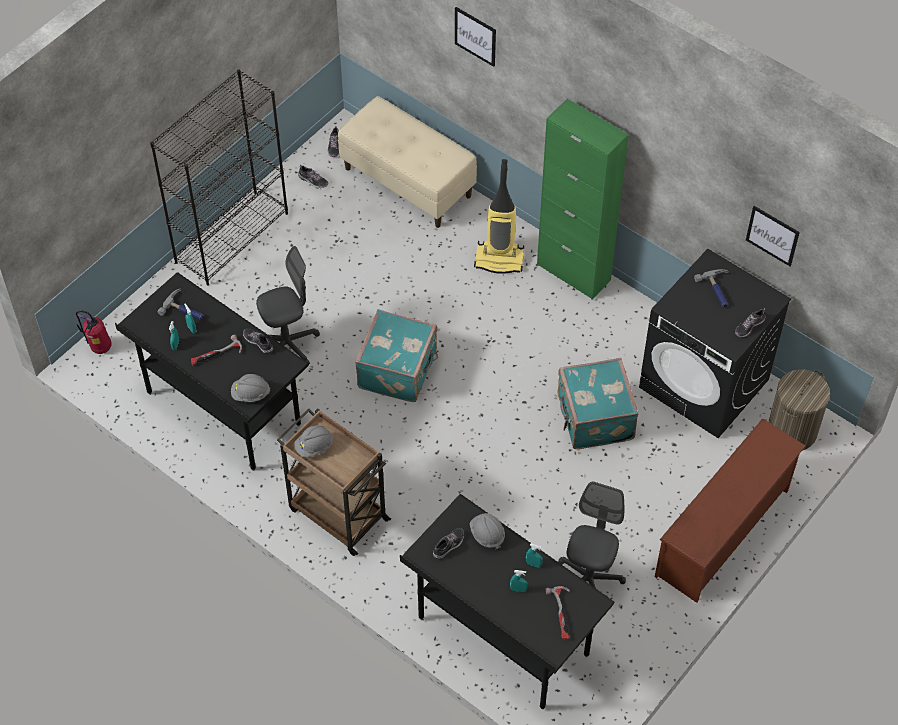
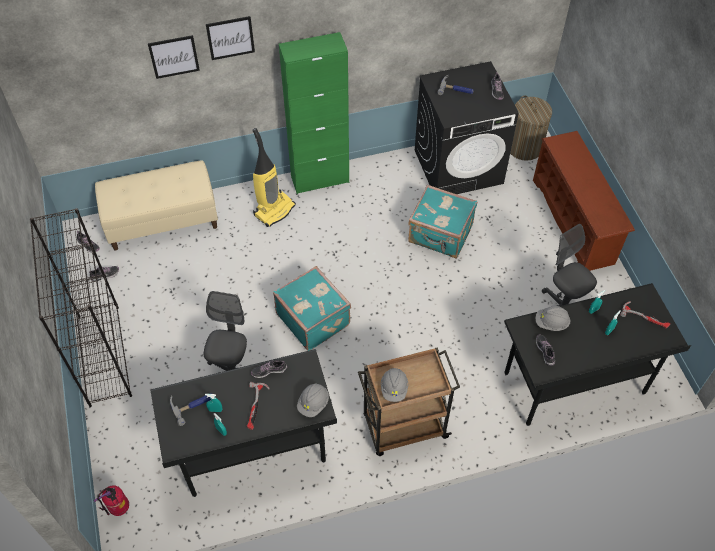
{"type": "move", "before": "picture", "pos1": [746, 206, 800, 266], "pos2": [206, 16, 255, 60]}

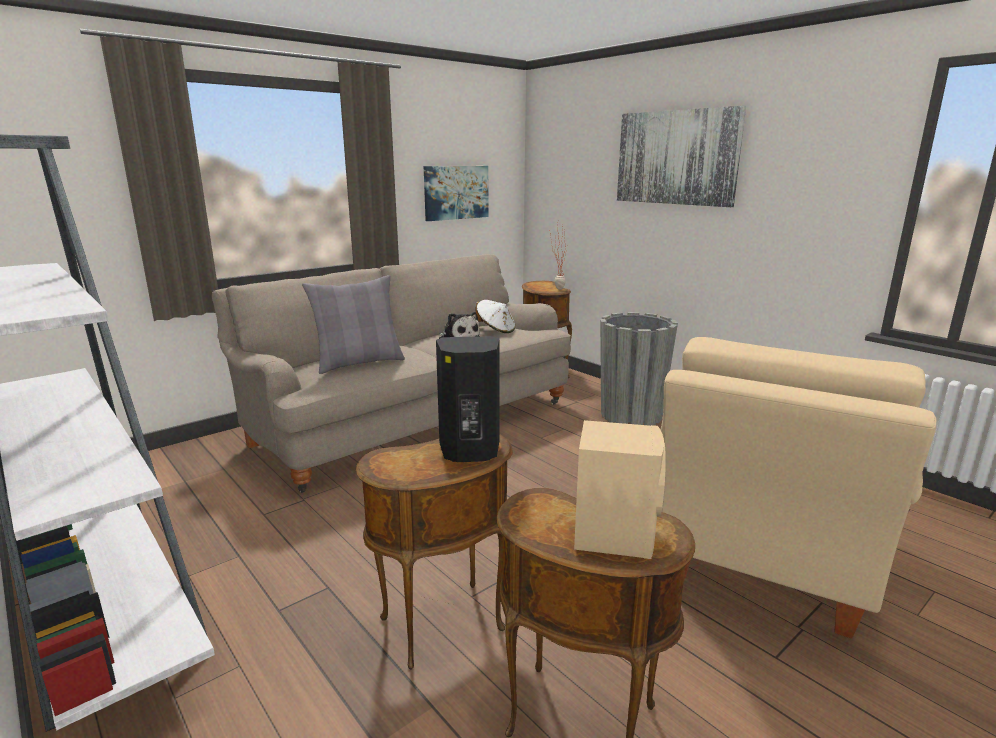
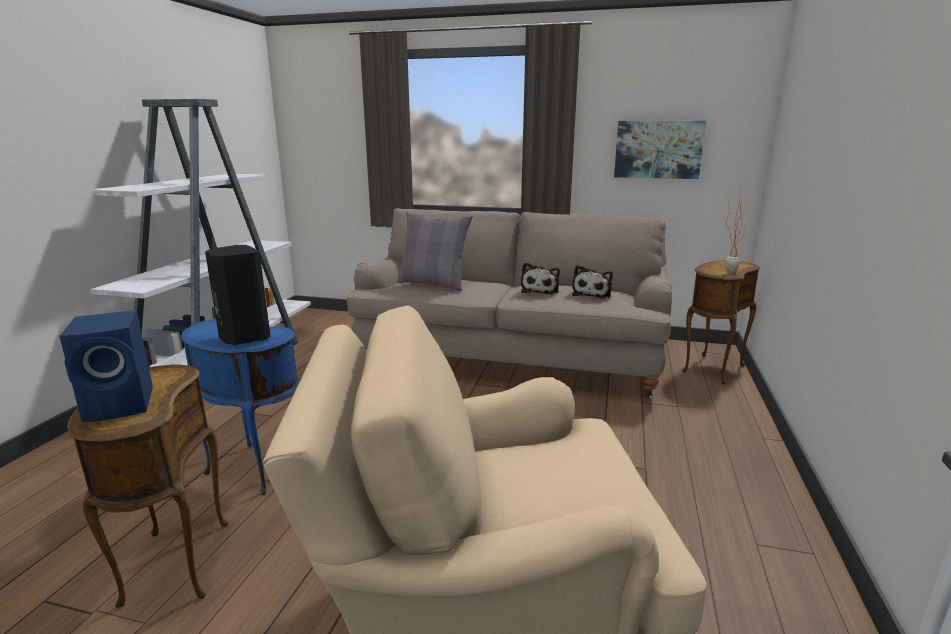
{"type": "delete", "before": "picture", "pos1": [617, 106, 746, 207]}
{"type": "replace", "before": "white hat", "after": "plush toy", "pos1": [476, 300, 515, 333], "pos2": [572, 265, 613, 299]}
{"type": "delete", "before": "grey planter", "pos1": [600, 312, 678, 426]}
{"type": "recolor", "before": "beige speaker", "after": "blue speaker", "pos1": [574, 420, 666, 559], "pos2": [59, 310, 153, 423]}
{"type": "recolor", "before": "brown side table", "after": "blue side table", "pos1": [356, 434, 513, 670], "pos2": [181, 319, 300, 495]}

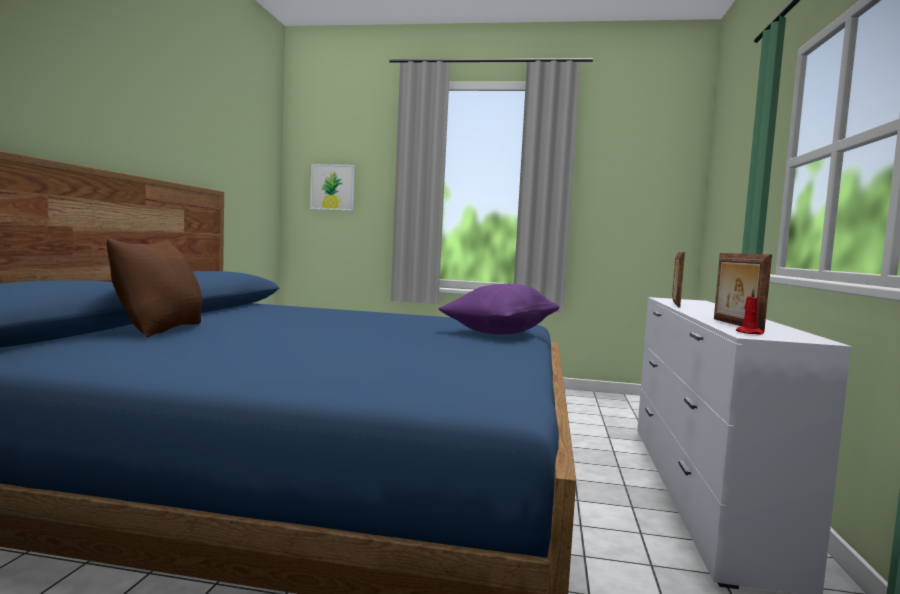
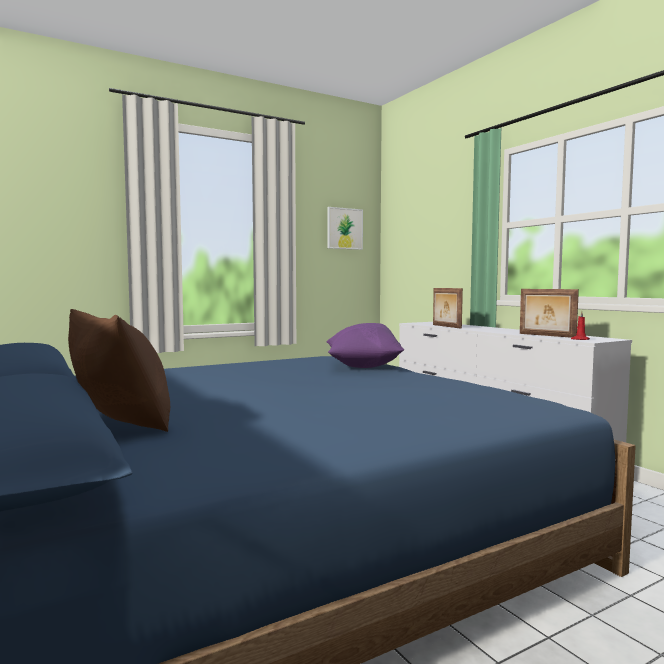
{"type": "move", "before": "picture", "pos1": [310, 164, 355, 211], "pos2": [327, 207, 363, 250]}

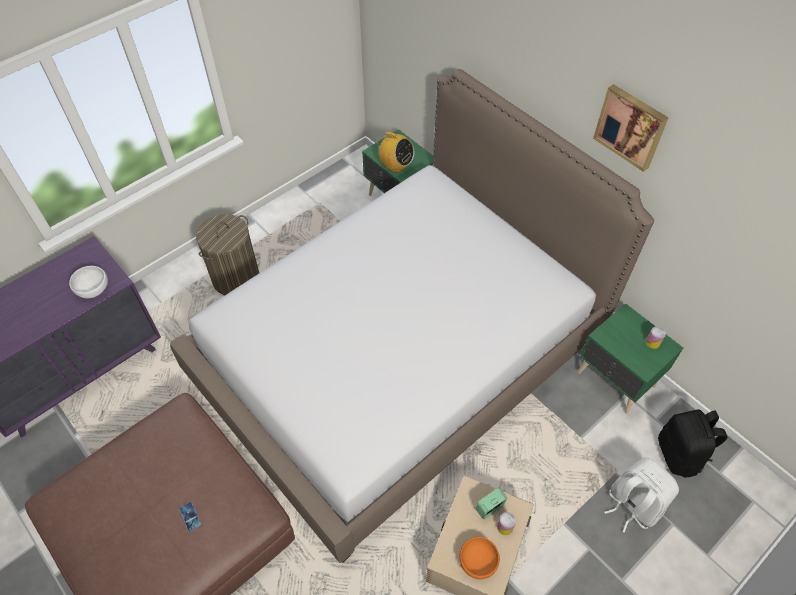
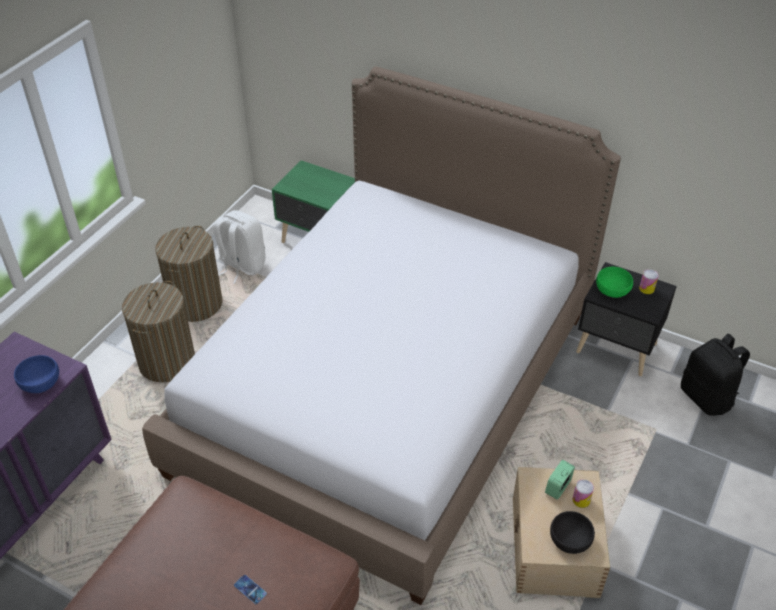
{"type": "delete", "before": "picture", "pos1": [593, 84, 668, 172]}
{"type": "delete", "before": "radio", "pos1": [375, 132, 414, 172]}
{"type": "recolor", "before": "white bowl", "after": "blue bowl", "pos1": [69, 266, 108, 299], "pos2": [14, 355, 59, 393]}
{"type": "recolor", "before": "green nightstand", "after": "black nightstand", "pos1": [577, 303, 683, 414], "pos2": [576, 262, 677, 376]}
{"type": "move", "before": "white backpack", "pos1": [604, 457, 679, 533], "pos2": [213, 210, 266, 284]}
{"type": "recolor", "before": "orange bowl", "after": "black bowl", "pos1": [460, 537, 500, 579], "pos2": [550, 511, 595, 554]}
{"type": "insert", "after": "laundry basket", "pos2": [155, 226, 222, 322]}
{"type": "insert", "after": "green bowl", "pos2": [596, 267, 633, 298]}

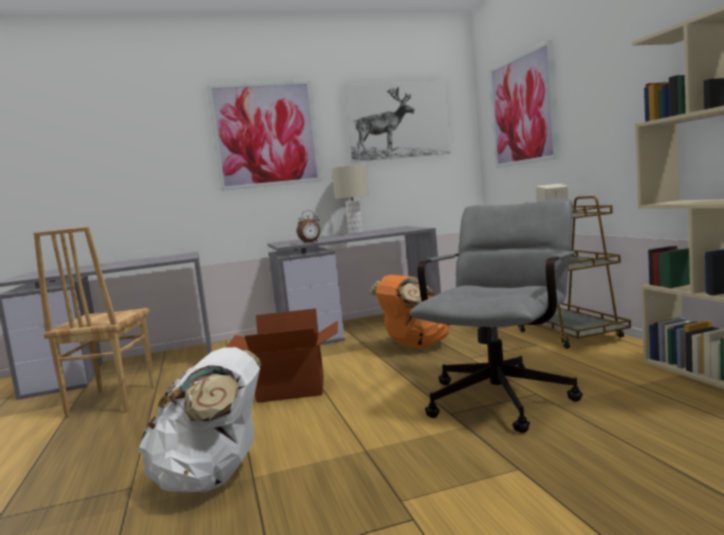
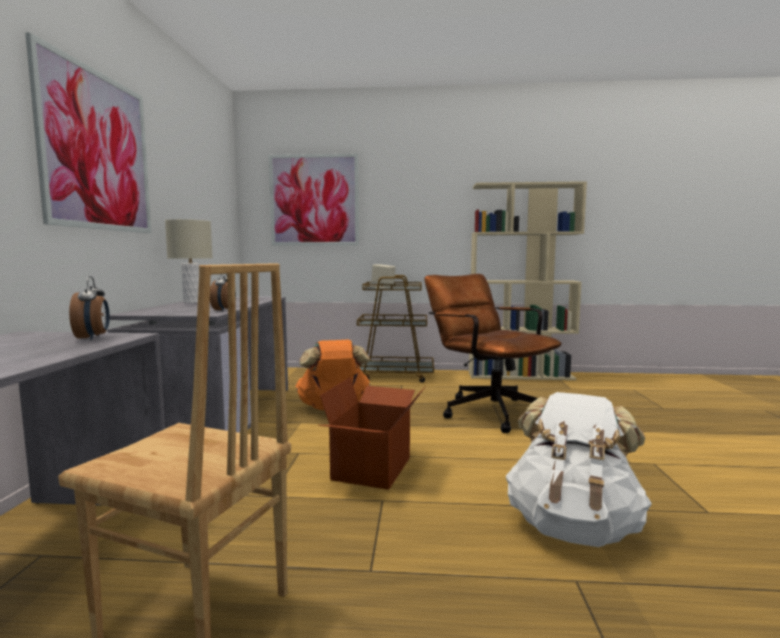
{"type": "delete", "before": "picture", "pos1": [343, 80, 451, 162]}
{"type": "recolor", "before": "grey office chair", "after": "brown office chair", "pos1": [410, 199, 583, 433], "pos2": [424, 274, 562, 433]}
{"type": "insert", "after": "alarm clock", "pos2": [69, 276, 110, 340]}

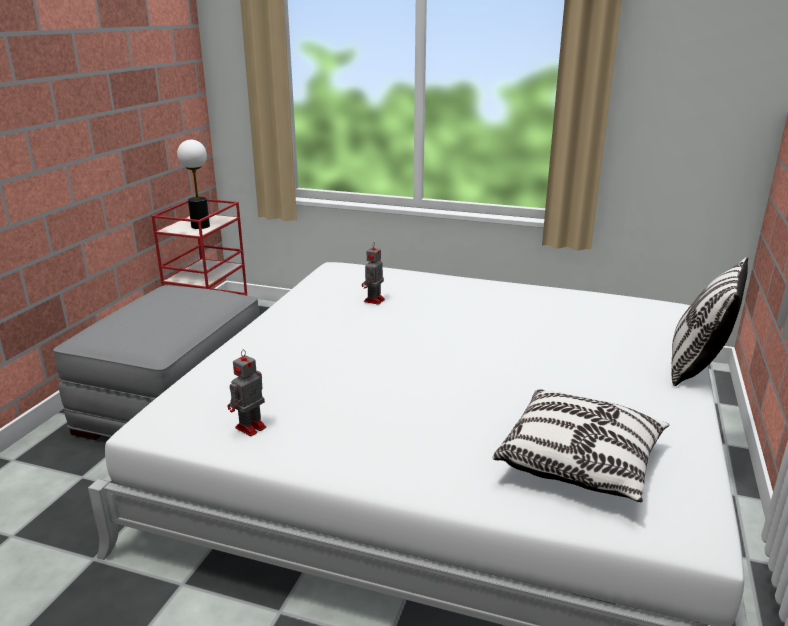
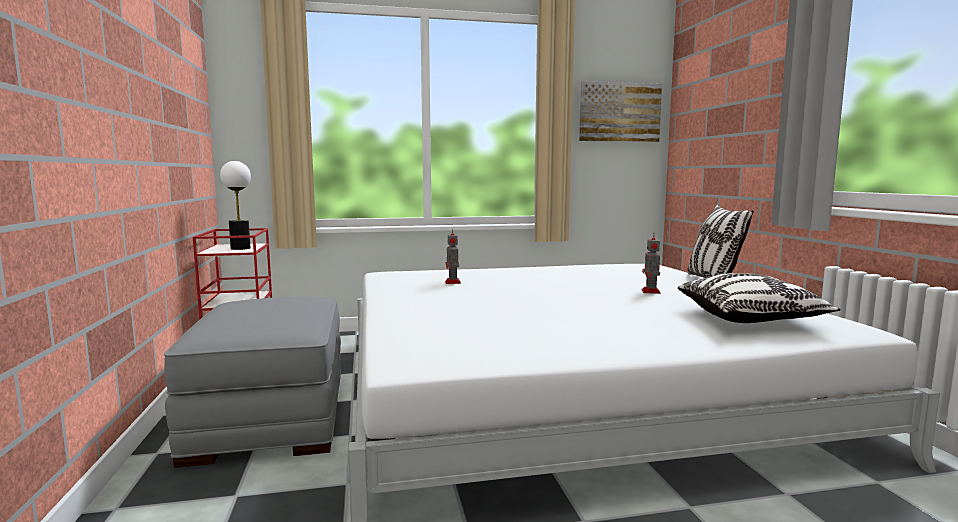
{"type": "move", "before": "toy robot", "pos1": [228, 349, 266, 436], "pos2": [642, 234, 661, 294]}
{"type": "insert", "after": "picture", "pos2": [579, 81, 662, 142]}

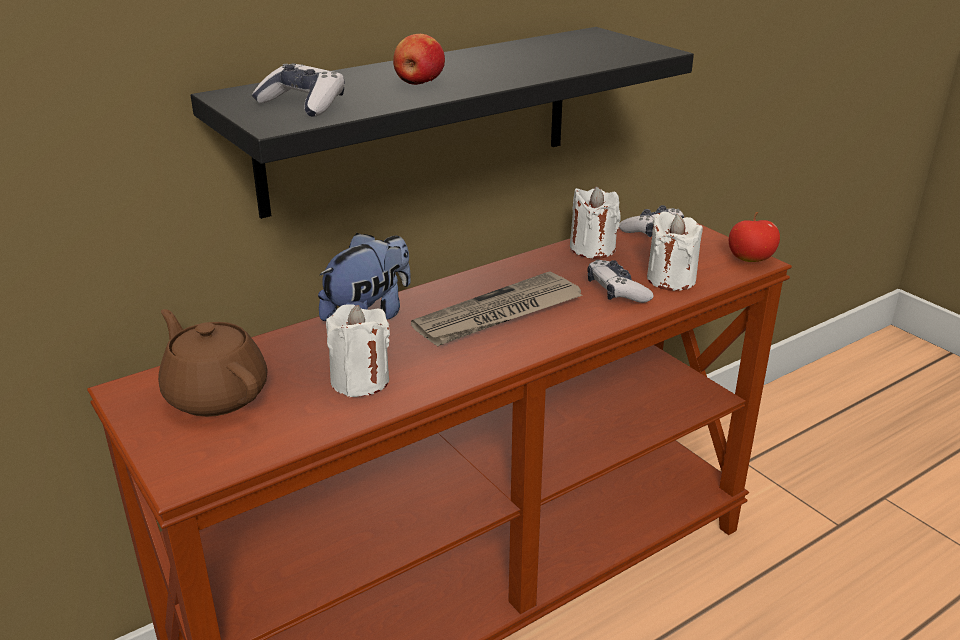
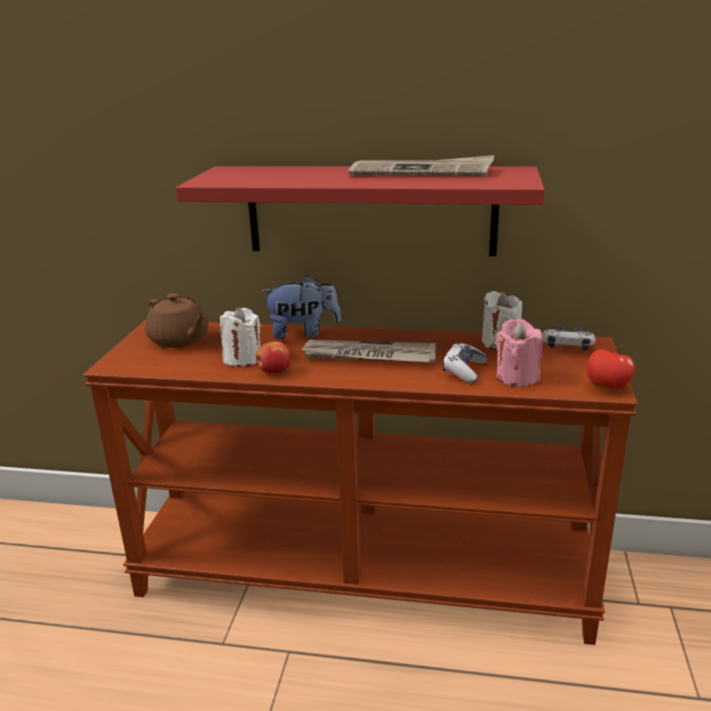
{"type": "recolor", "before": "black shelf", "after": "red shelf", "pos1": [191, 27, 694, 219], "pos2": [176, 166, 545, 256]}
{"type": "move", "before": "apple", "pos1": [393, 34, 445, 85], "pos2": [256, 342, 291, 373]}
{"type": "delete", "before": "game controller", "pos1": [252, 63, 345, 117]}
{"type": "recolor", "before": "white candle", "after": "pink candle", "pos1": [647, 211, 703, 291], "pos2": [496, 319, 542, 387]}
{"type": "rotate", "before": "brown teapot", "pos1": [158, 309, 268, 417], "pos2": [145, 293, 209, 348], "turn": 135}
{"type": "insert", "after": "newspaper", "pos2": [349, 155, 494, 177]}

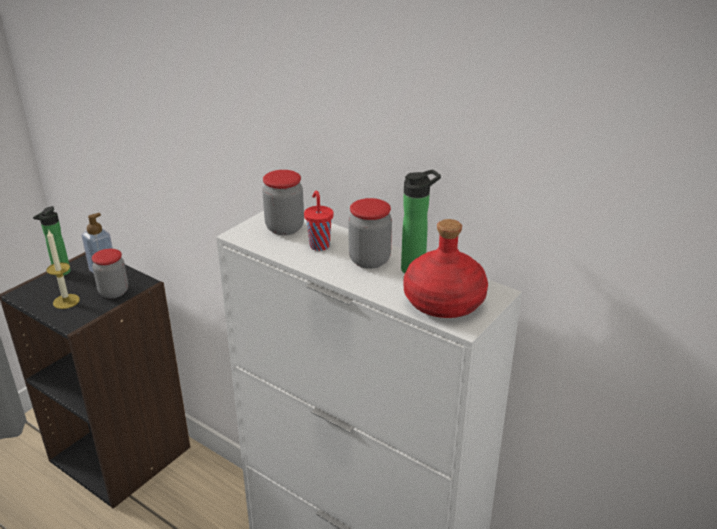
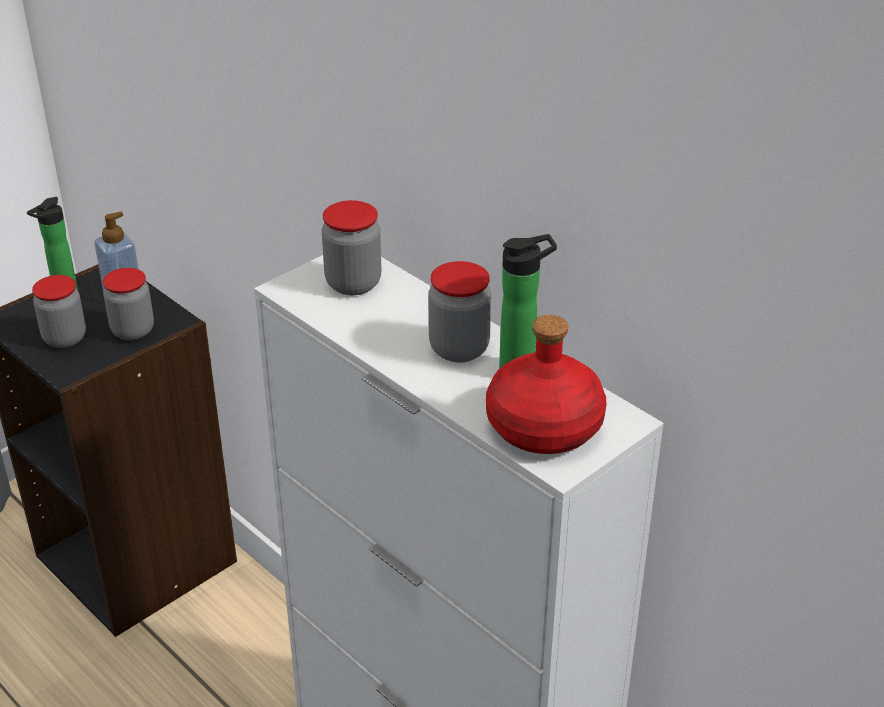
{"type": "delete", "before": "red cup", "pos1": [304, 191, 334, 251]}
{"type": "replace", "before": "candle", "after": "jar", "pos1": [46, 229, 80, 309], "pos2": [32, 275, 86, 348]}

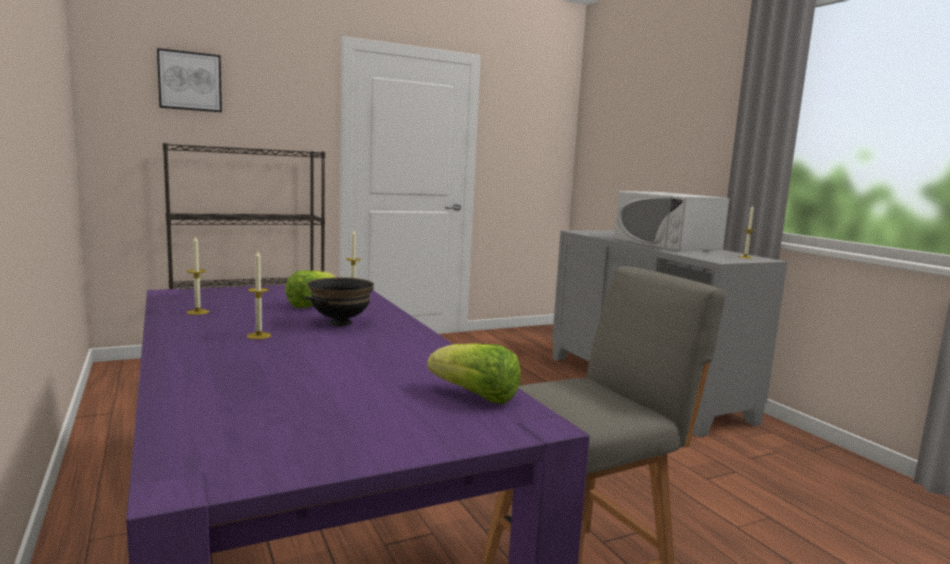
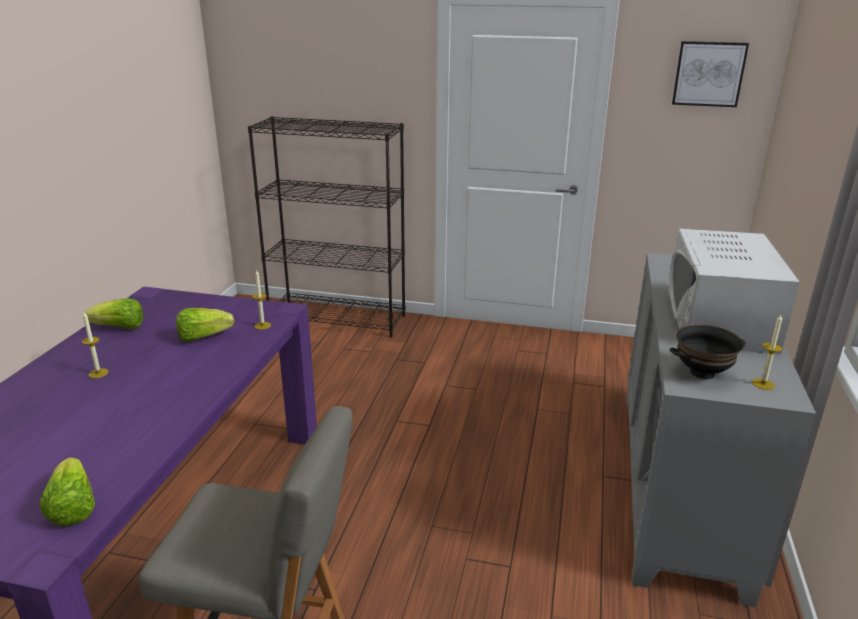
{"type": "move", "before": "picture", "pos1": [157, 48, 222, 112], "pos2": [672, 41, 749, 107]}
{"type": "replace", "before": "candle", "after": "lettuce", "pos1": [187, 236, 209, 315], "pos2": [85, 298, 143, 329]}
{"type": "move", "before": "black bowl", "pos1": [305, 277, 374, 326], "pos2": [670, 324, 746, 379]}

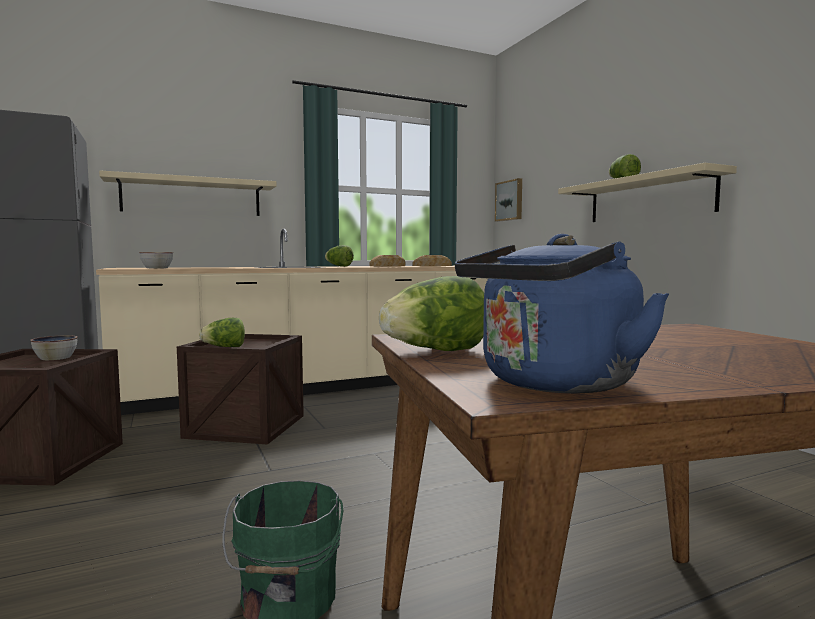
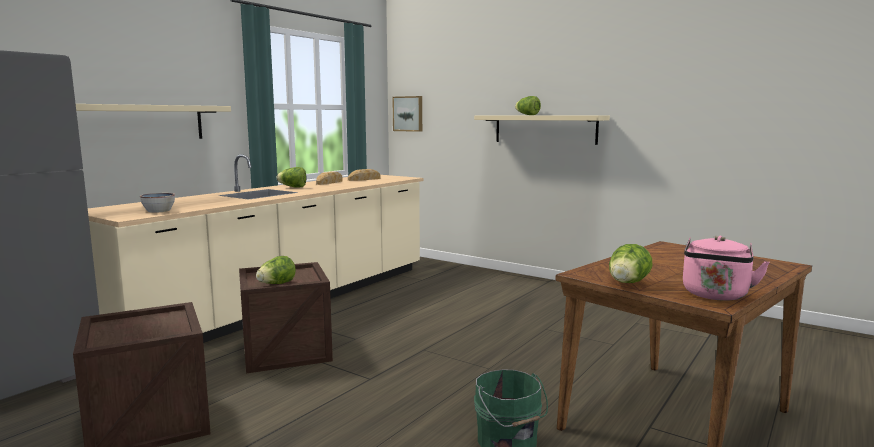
{"type": "recolor", "before": "blue kettle", "after": "pink kettle", "pos1": [455, 234, 669, 394], "pos2": [683, 236, 770, 301]}
{"type": "delete", "before": "bowl", "pos1": [30, 335, 78, 360]}

